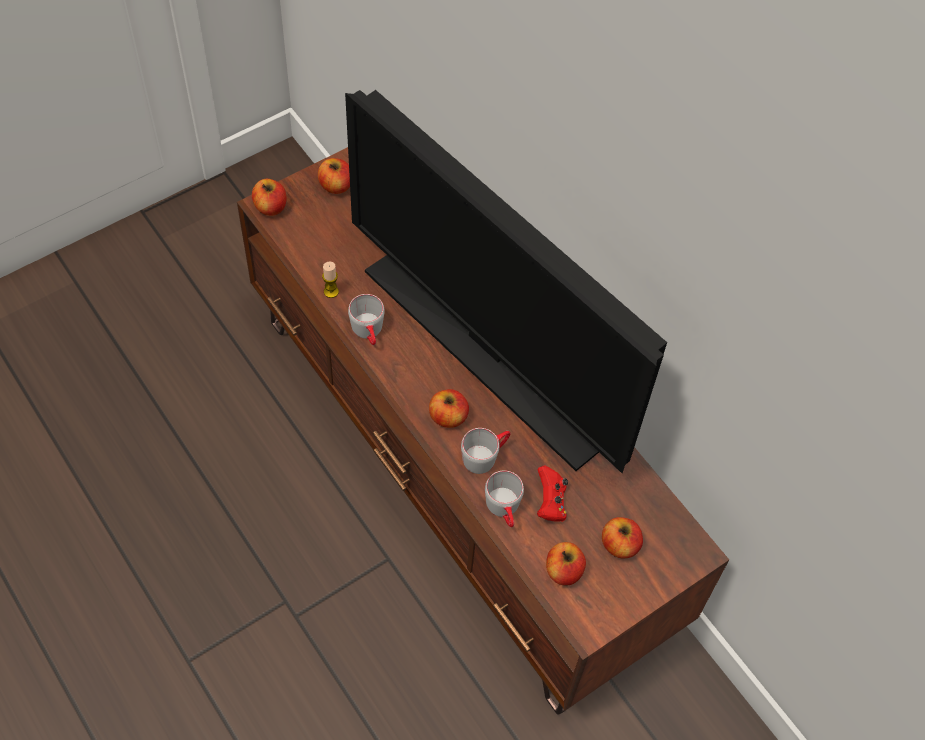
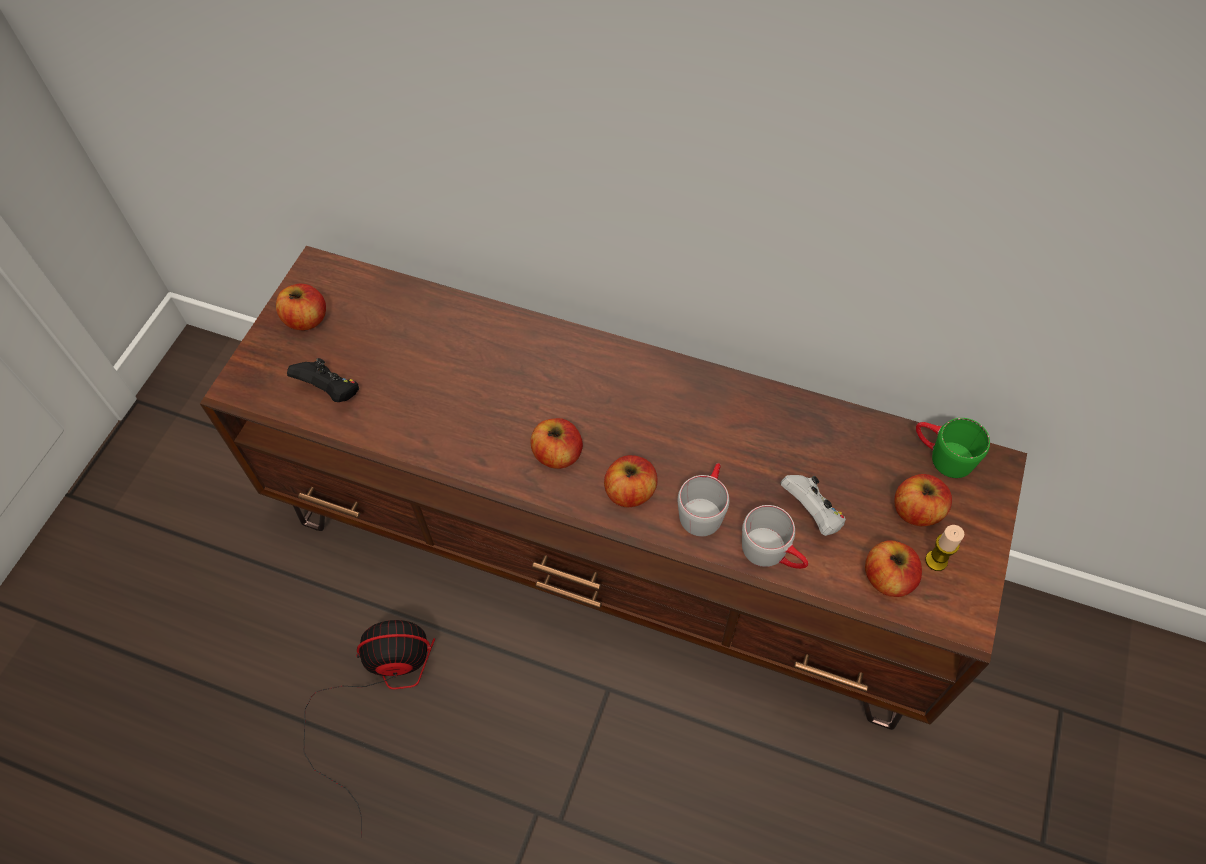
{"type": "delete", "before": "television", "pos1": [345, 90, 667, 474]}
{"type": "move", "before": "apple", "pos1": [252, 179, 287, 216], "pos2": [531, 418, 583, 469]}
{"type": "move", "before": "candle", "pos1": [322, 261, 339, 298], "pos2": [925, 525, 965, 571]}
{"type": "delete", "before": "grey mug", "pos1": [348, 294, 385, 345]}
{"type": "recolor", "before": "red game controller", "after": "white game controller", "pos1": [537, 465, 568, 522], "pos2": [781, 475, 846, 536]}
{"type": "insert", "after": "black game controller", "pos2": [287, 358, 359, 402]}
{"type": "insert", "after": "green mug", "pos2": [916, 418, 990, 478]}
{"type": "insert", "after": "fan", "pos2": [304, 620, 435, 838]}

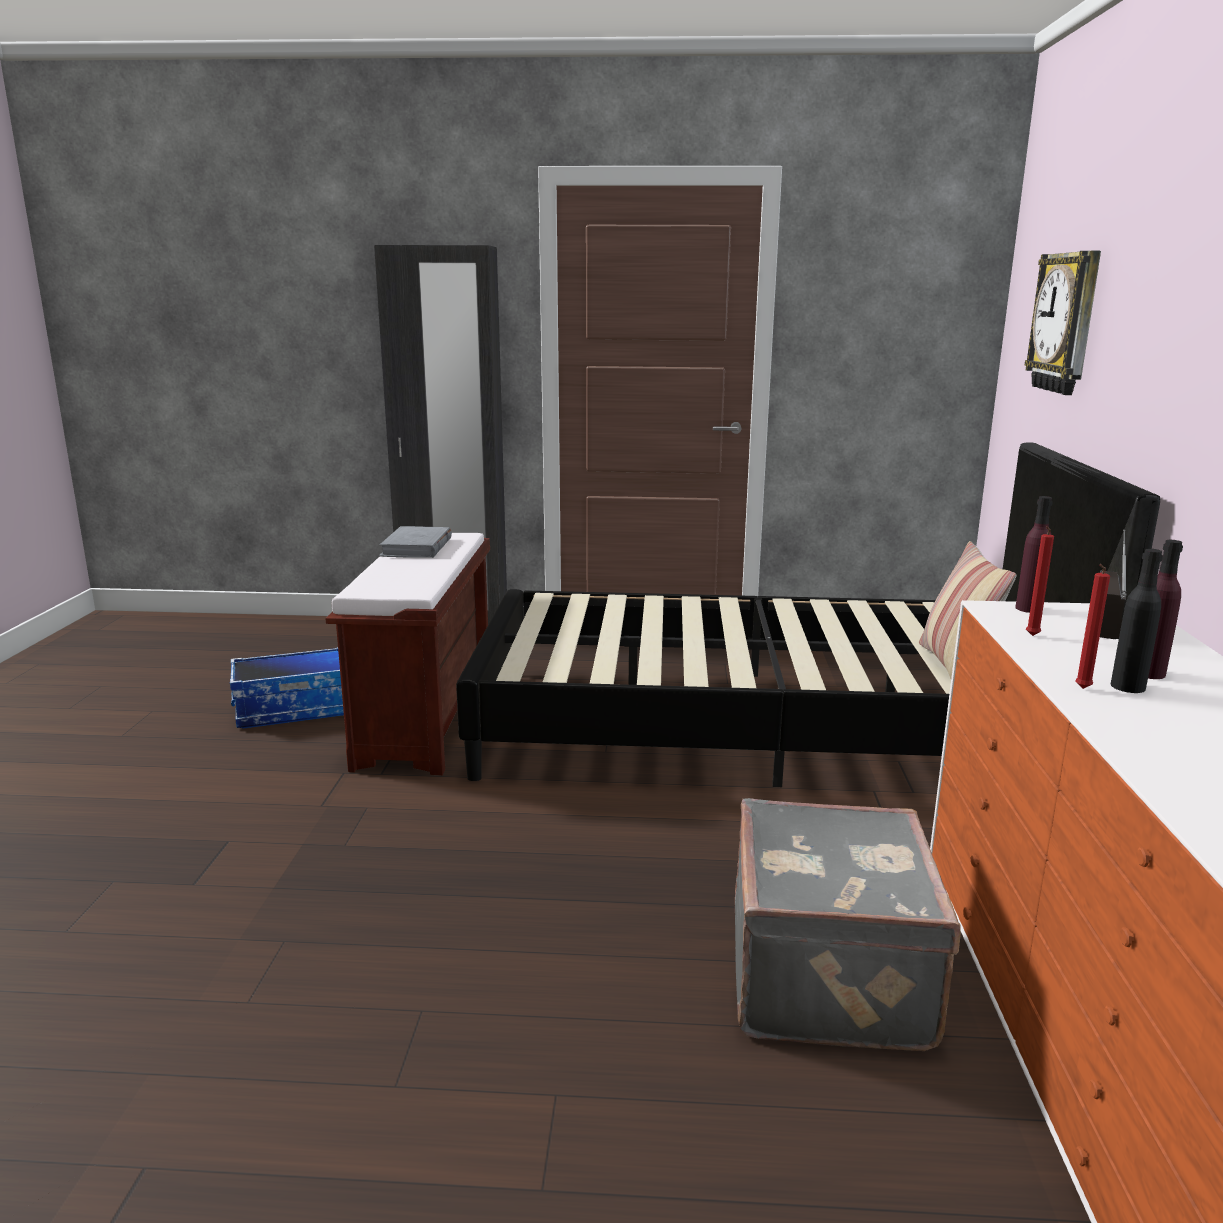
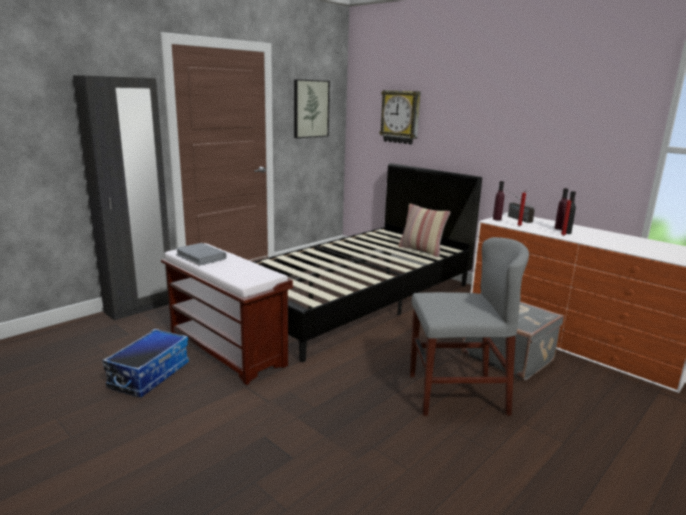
{"type": "insert", "after": "picture", "pos2": [294, 79, 330, 138]}
{"type": "insert", "after": "grey chair", "pos2": [410, 237, 529, 416]}

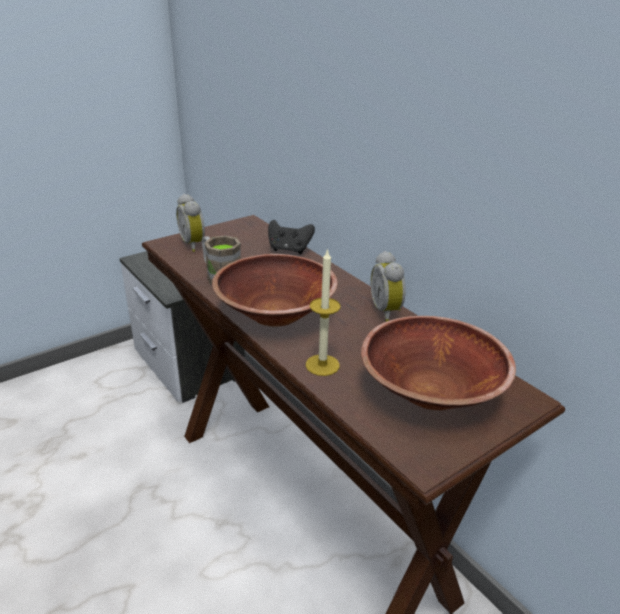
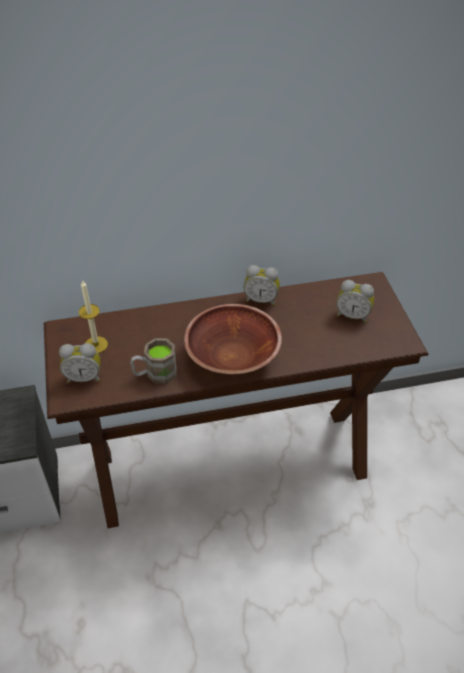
{"type": "delete", "before": "black game controller", "pos1": [268, 220, 315, 254]}
{"type": "move", "before": "candle", "pos1": [306, 248, 341, 376], "pos2": [79, 280, 108, 353]}
{"type": "replace", "before": "brown bowl", "after": "alarm clock", "pos1": [361, 316, 516, 410], "pos2": [336, 280, 374, 323]}

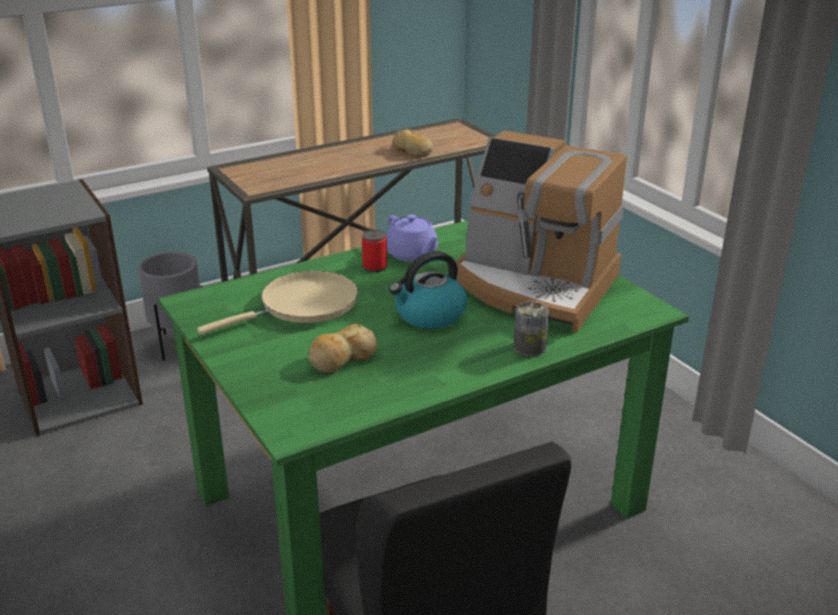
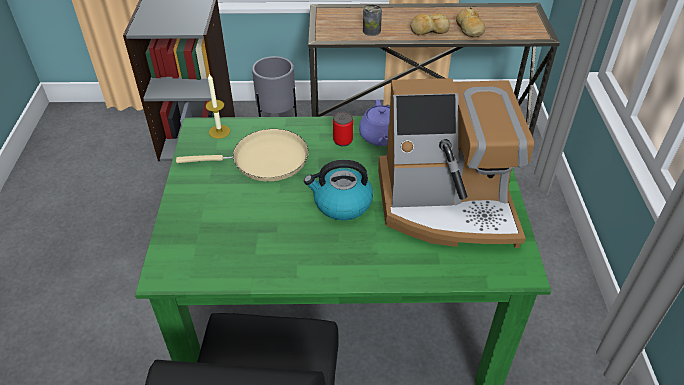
{"type": "rotate", "before": "coffee machine", "pos1": [456, 130, 627, 333], "pos2": [378, 78, 534, 248], "turn": -60}
{"type": "move", "before": "can", "pos1": [513, 302, 549, 356], "pos2": [363, 4, 382, 36]}
{"type": "move", "before": "bread", "pos1": [308, 323, 377, 373], "pos2": [410, 13, 450, 36]}
{"type": "insert", "after": "candle", "pos2": [205, 74, 230, 139]}

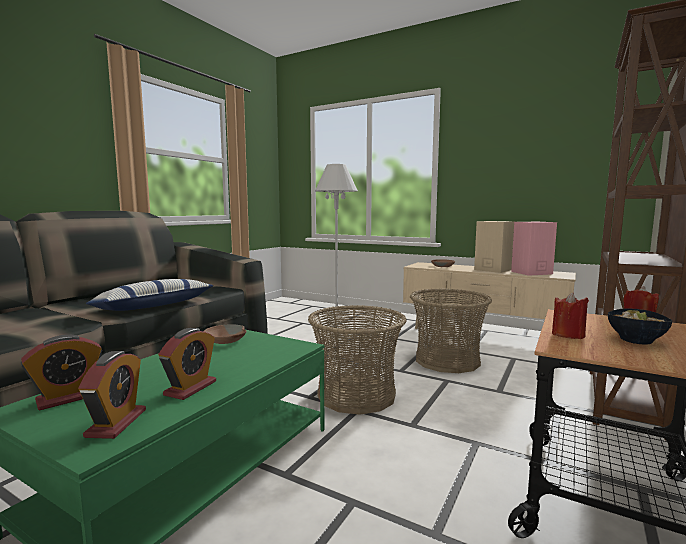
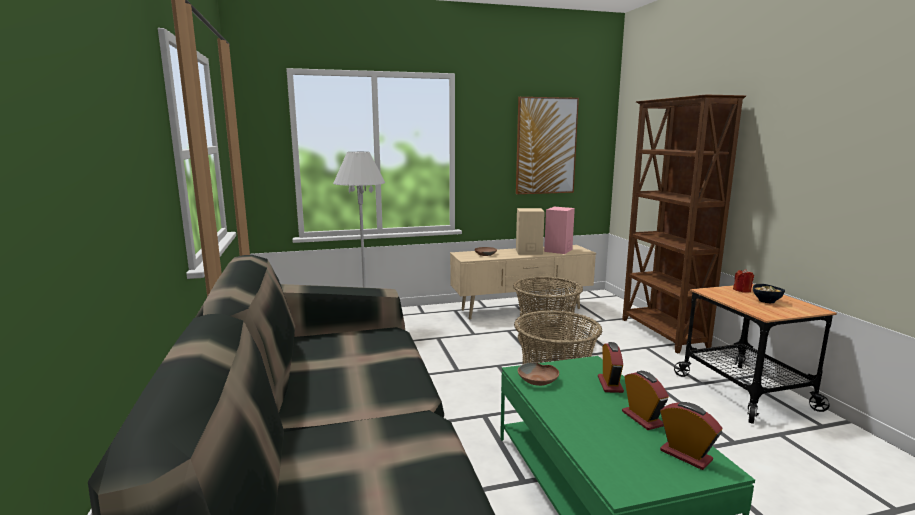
{"type": "delete", "before": "pillow", "pos1": [86, 279, 214, 311]}
{"type": "delete", "before": "red candle", "pos1": [552, 292, 589, 339]}
{"type": "move", "before": "alarm clock", "pos1": [21, 335, 102, 410], "pos2": [598, 342, 624, 393]}
{"type": "insert", "after": "picture", "pos2": [516, 97, 579, 194]}

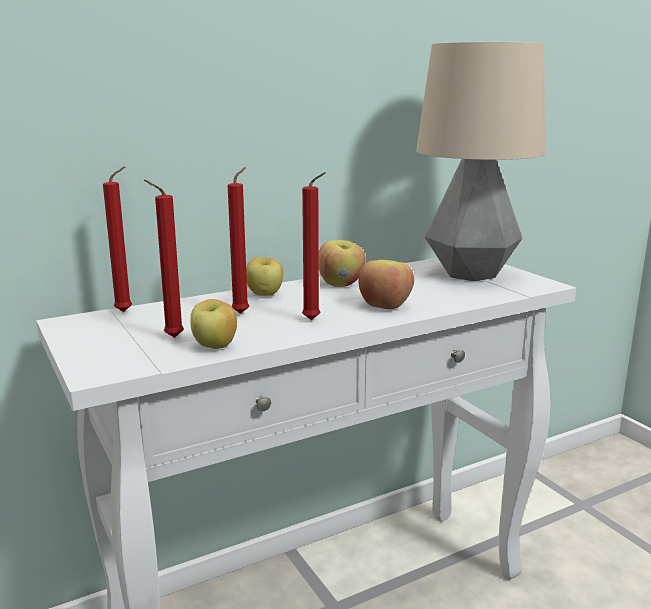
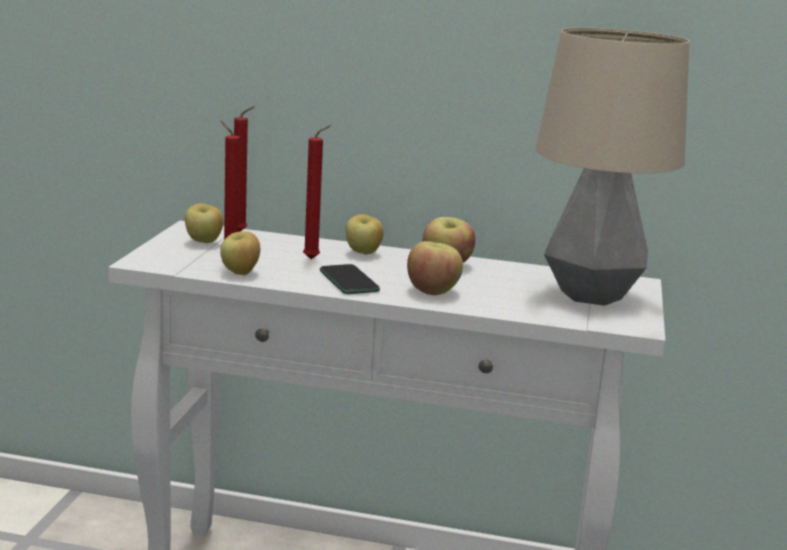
{"type": "replace", "before": "red candle", "after": "phone", "pos1": [302, 172, 326, 320], "pos2": [320, 264, 380, 294]}
{"type": "insert", "after": "apple", "pos2": [185, 203, 223, 243]}

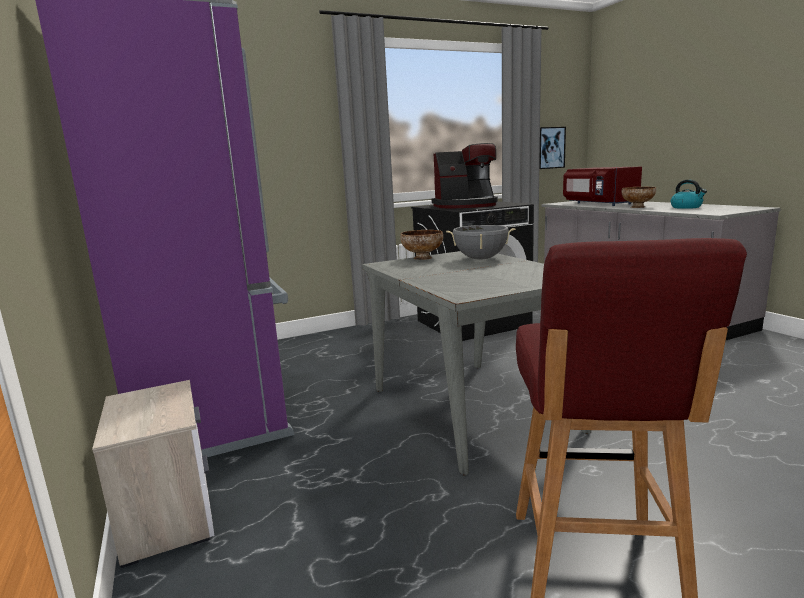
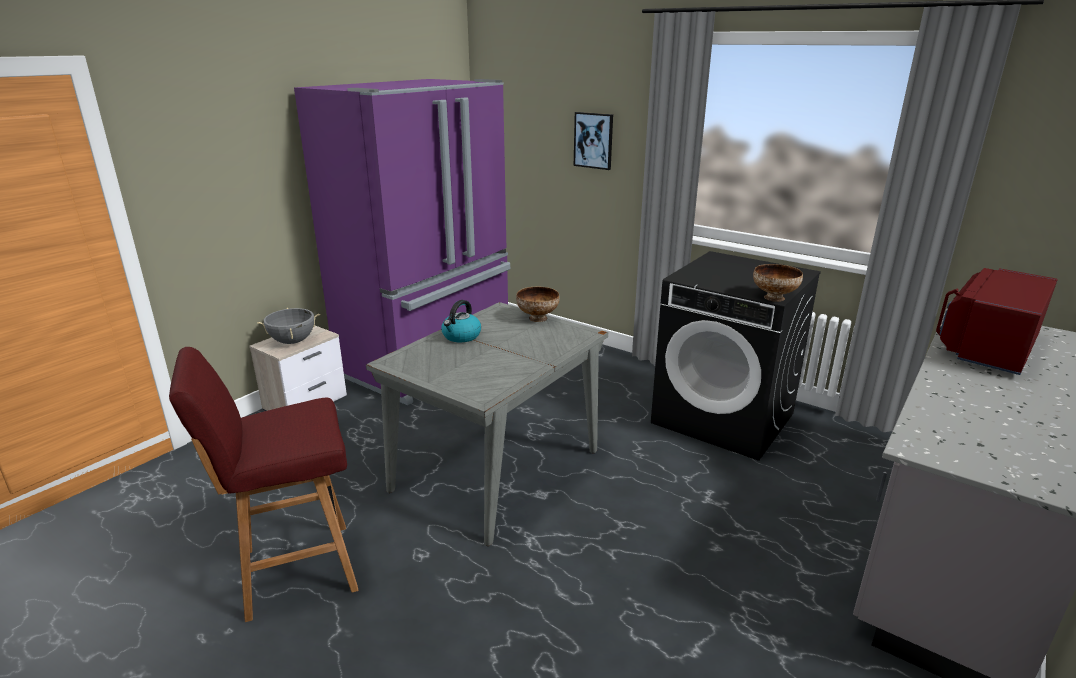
{"type": "move", "before": "picture", "pos1": [539, 127, 566, 169], "pos2": [574, 112, 613, 170]}
{"type": "delete", "before": "coffee machine", "pos1": [432, 143, 498, 208]}
{"type": "move", "before": "kettle", "pos1": [671, 180, 707, 209], "pos2": [441, 300, 481, 343]}
{"type": "move", "before": "bowl", "pos1": [621, 187, 656, 208], "pos2": [753, 264, 803, 302]}
{"type": "move", "before": "grey cooking pot", "pos1": [446, 225, 516, 260], "pos2": [257, 308, 320, 344]}

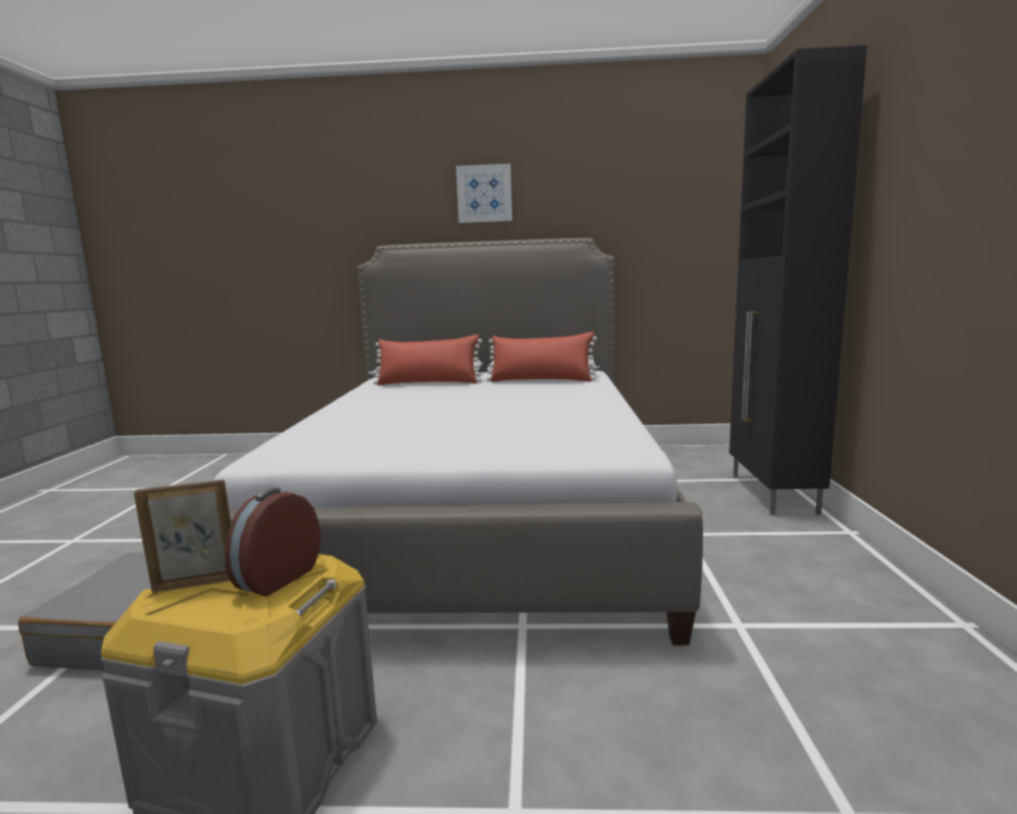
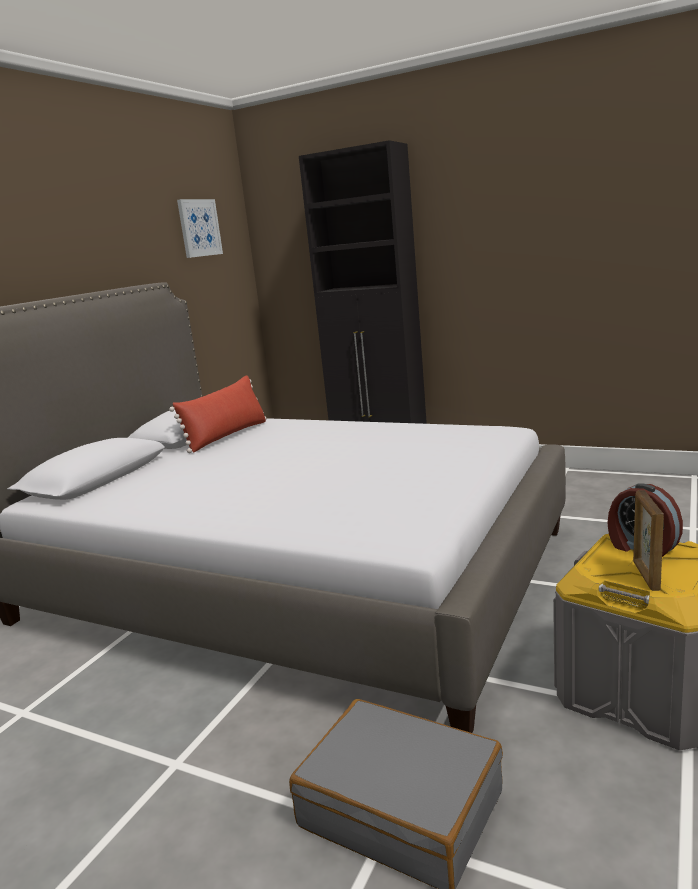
{"type": "move", "before": "picture", "pos1": [456, 164, 512, 223], "pos2": [177, 199, 223, 258]}
{"type": "delete", "before": "red pillow", "pos1": [374, 335, 482, 385]}

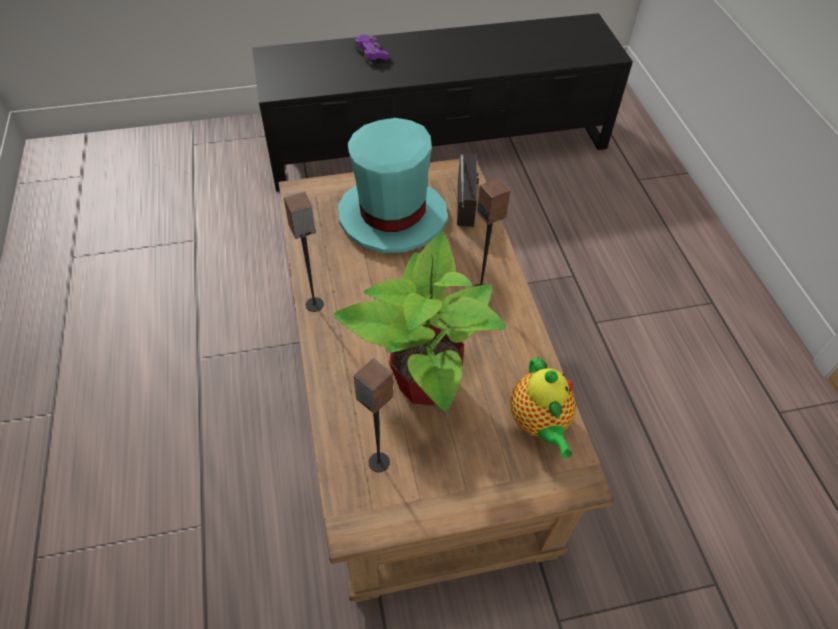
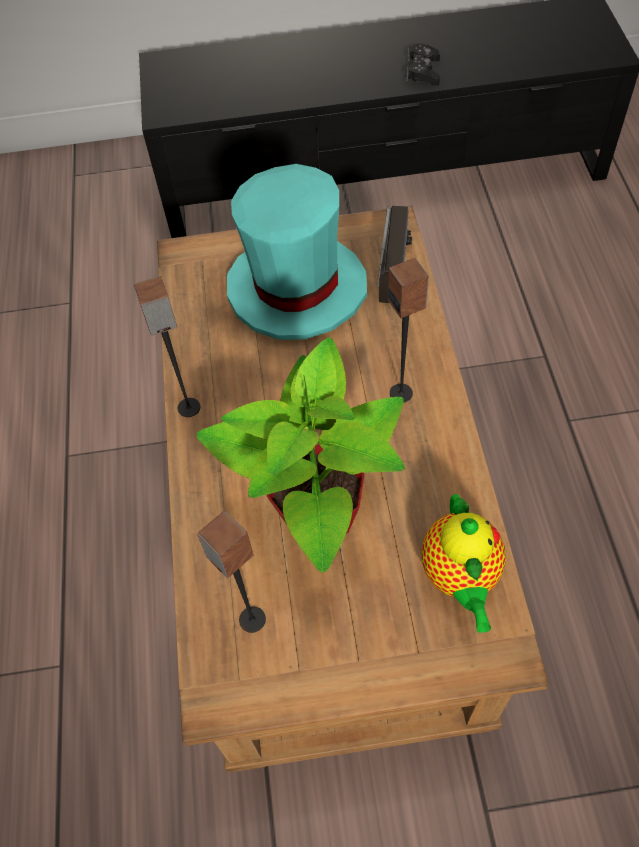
{"type": "delete", "before": "purple game controller", "pos1": [355, 35, 389, 63]}
{"type": "insert", "after": "black game controller", "pos2": [406, 44, 440, 86]}

